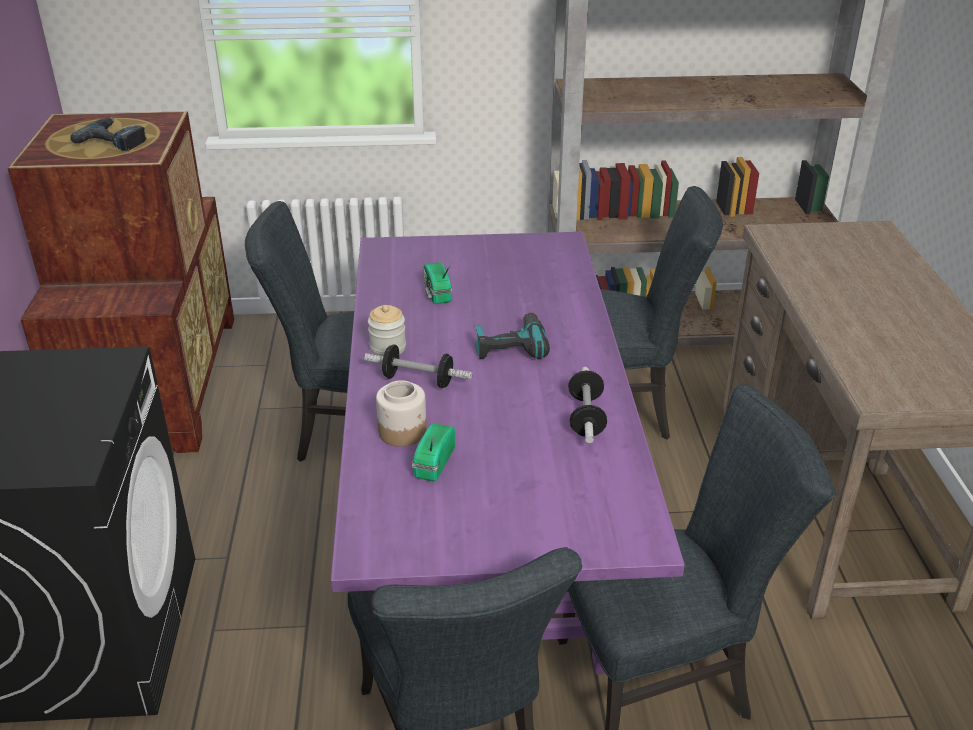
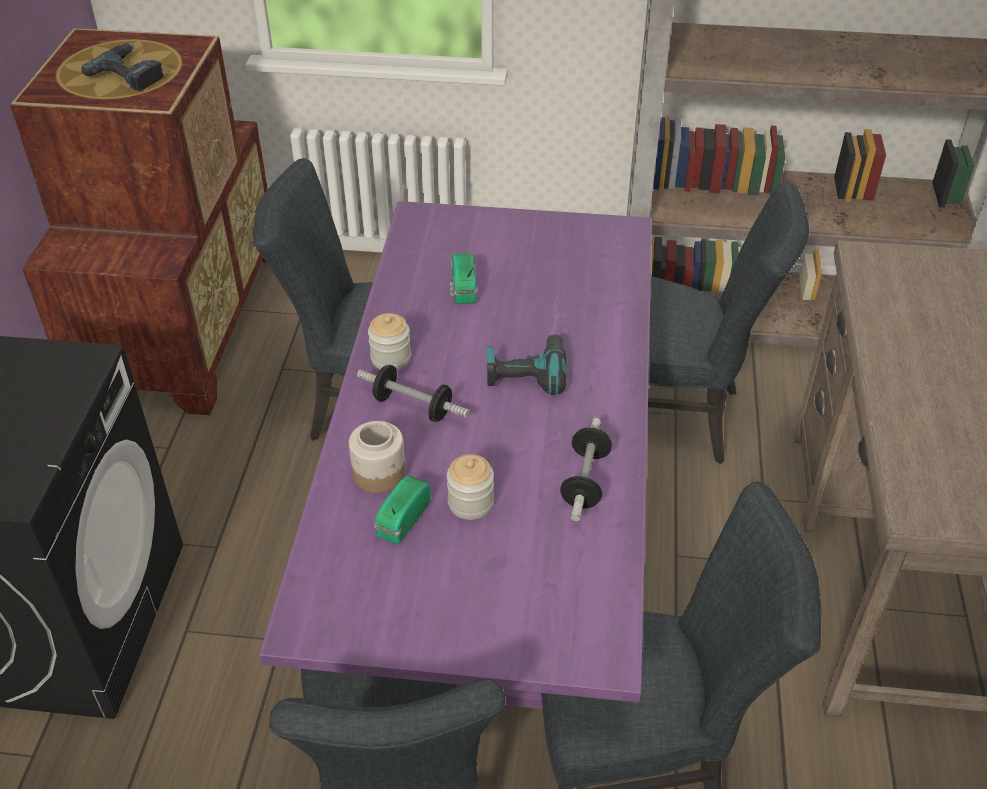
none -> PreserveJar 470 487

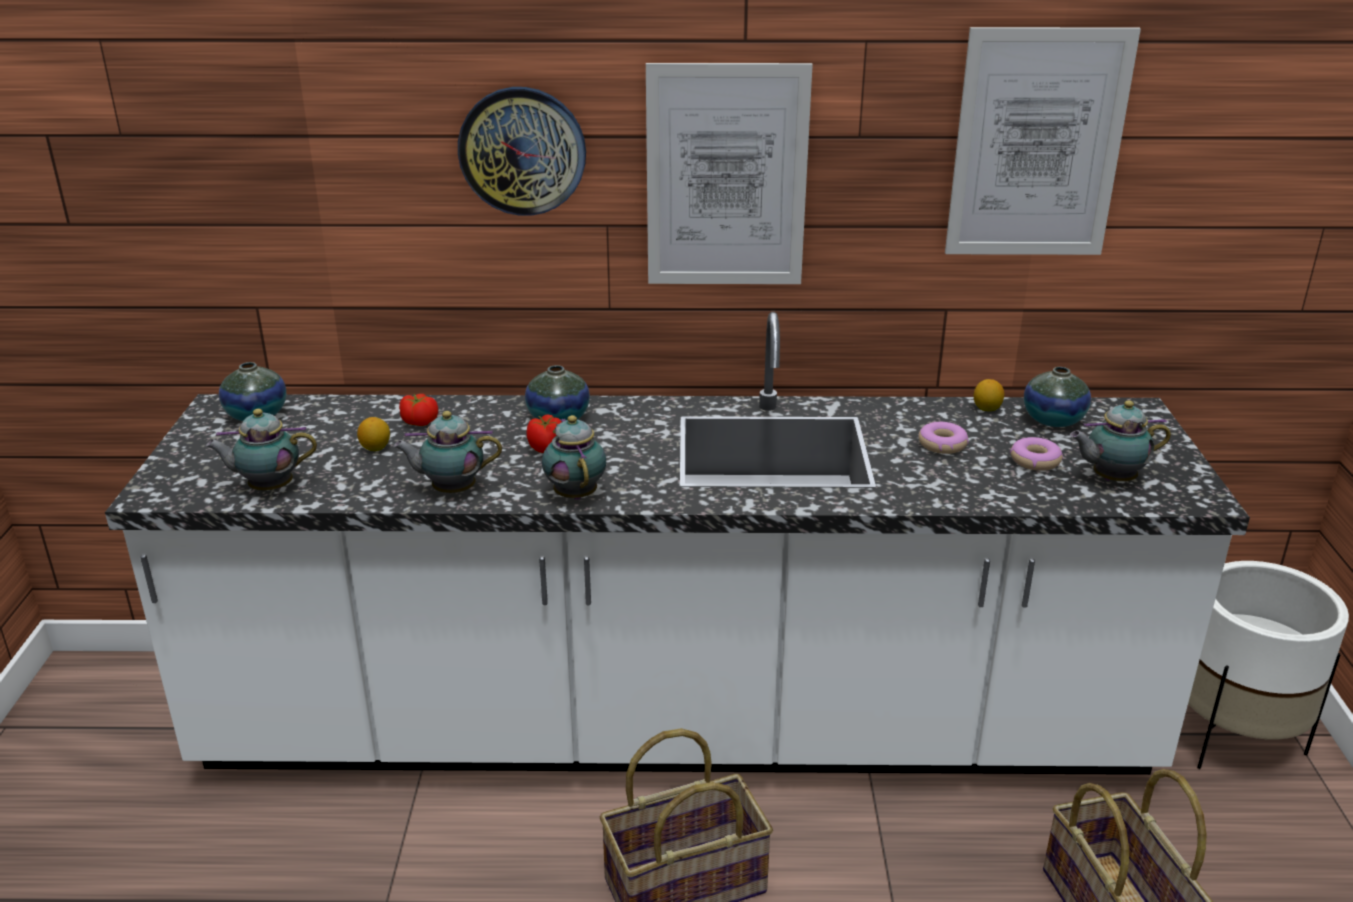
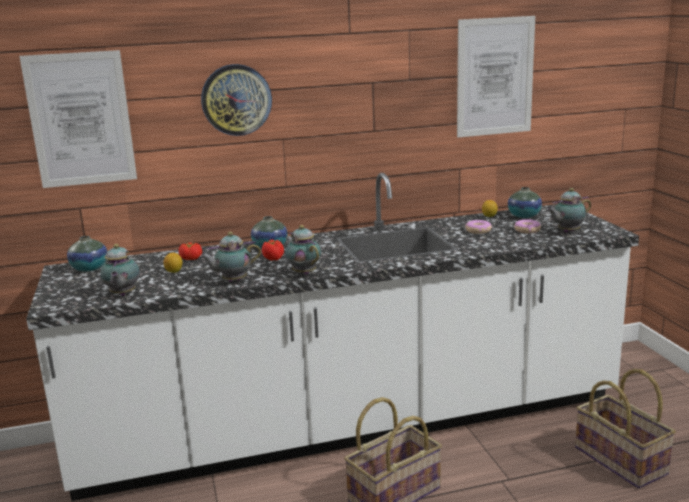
Picture 729 173 -> Picture 78 119, shifted
Teapot 261 449 -> Teapot 120 270, 75 degrees counterclockwise
WhiteColouredFlowerPot 1268 665 -> none

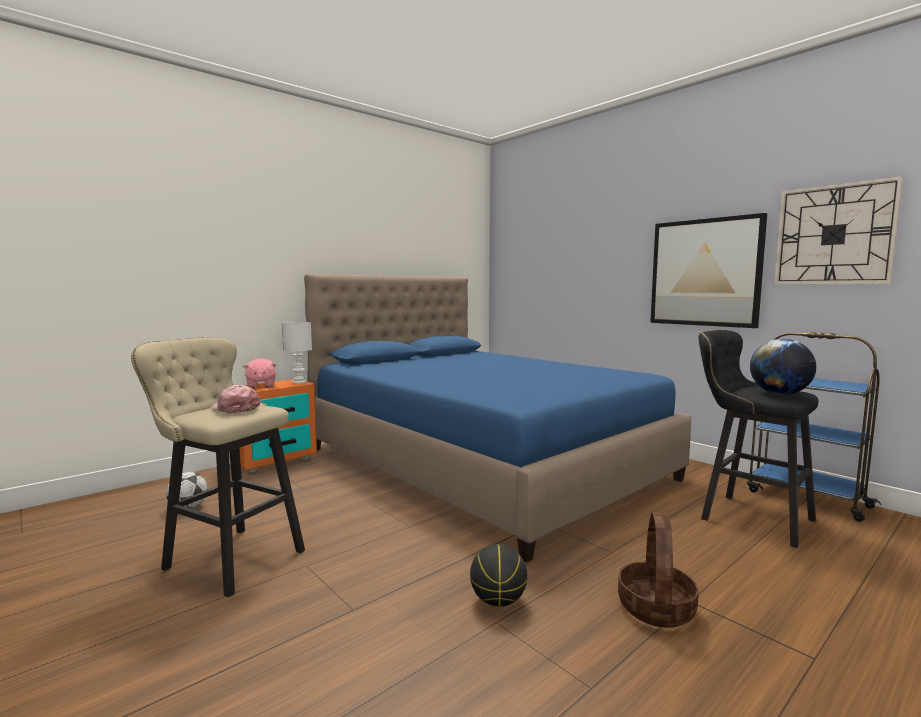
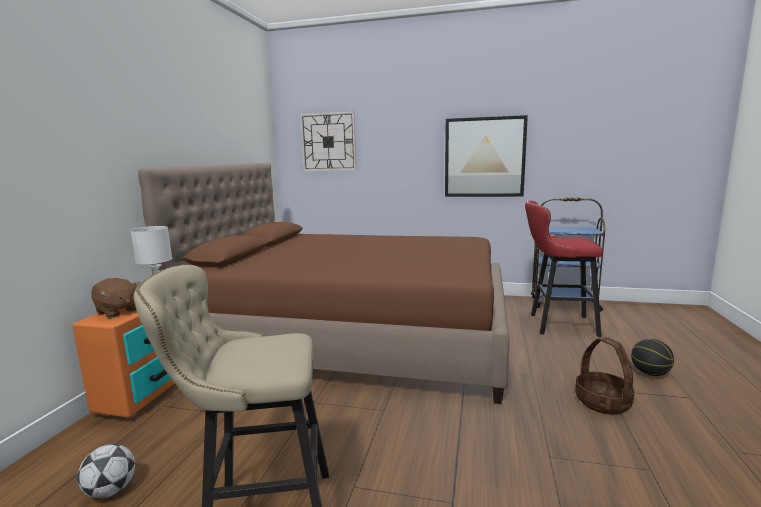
PinkishPlushToy 259 373 -> BrownColouredPlushToy 115 298
BluishBed 497 418 -> BrownColouredBed 324 283
ClockOnTheWall 839 230 -> ClockOnTheWall 328 141, shifted
BlackishSittingStool 758 438 -> RedSittingStool 564 268
Basketball 498 575 -> Basketball 652 357, shifted
PinkishCap 235 399 -> none
Globe 783 367 -> none

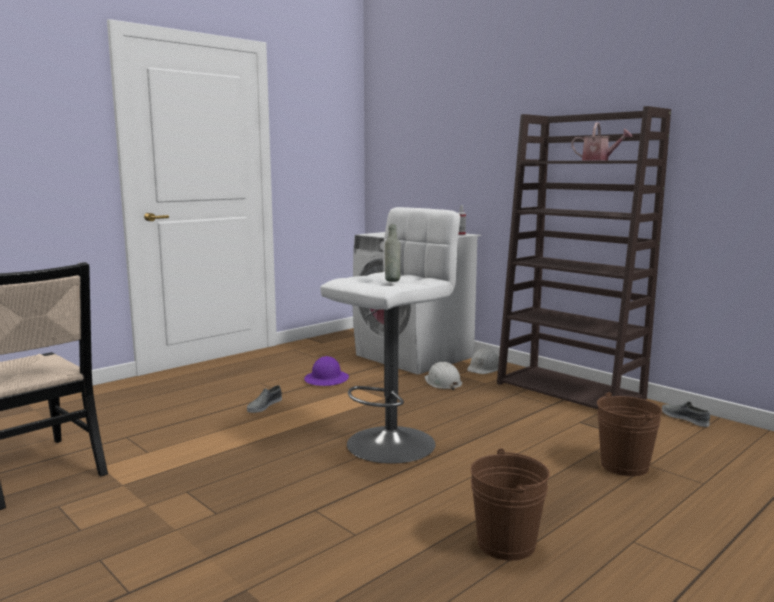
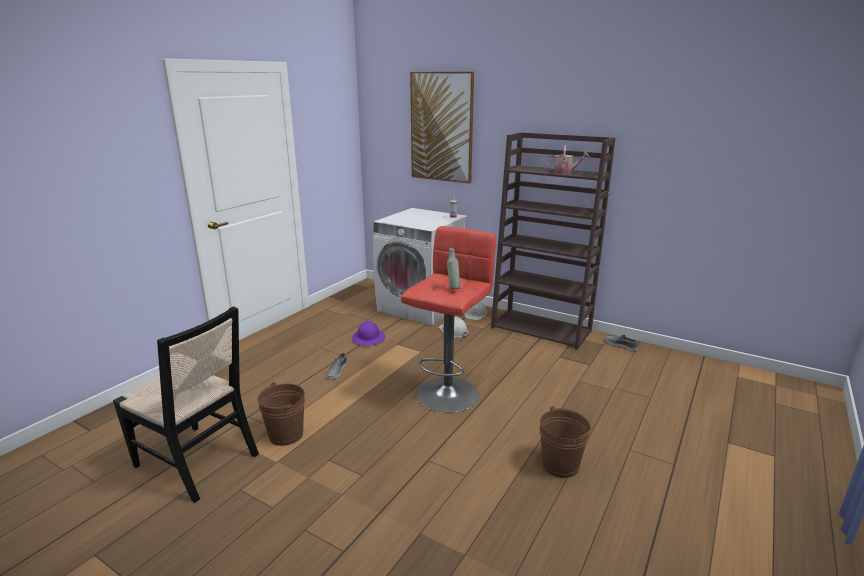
BrownColouredBucket 629 434 -> BrownColouredBucket 281 414, shifted
WhiteColouredSittingStool 390 335 -> RedSittingStool 448 319
none -> Picture 442 127

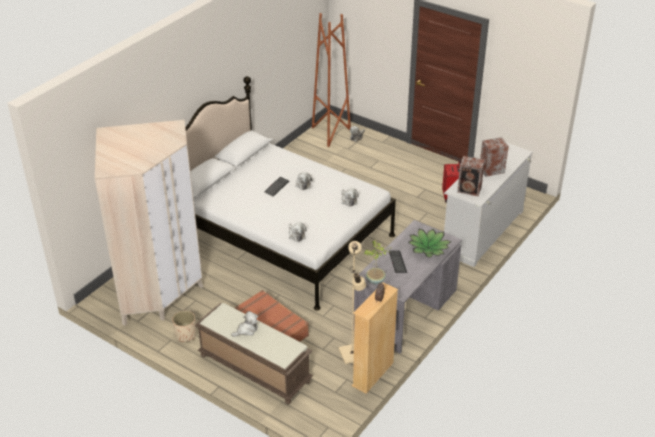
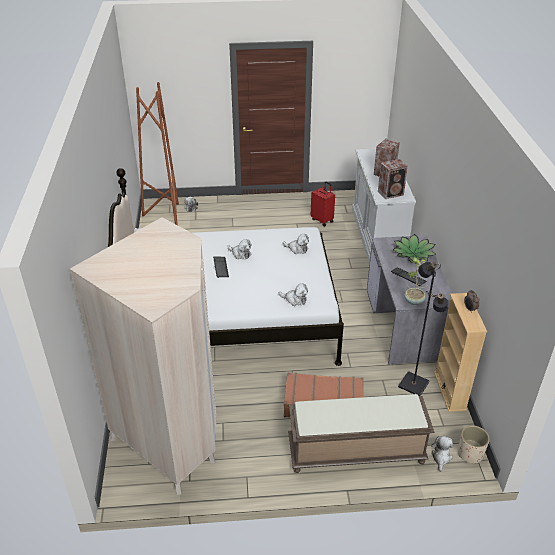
BeigeColouredFloorLamp 352 302 -> BlackishFloorLamp 423 329
PlushToy 244 324 -> PlushToy 442 454, shifted
BeigeColouredFlowerPot 184 326 -> BeigeColouredFlowerPot 474 444, shifted

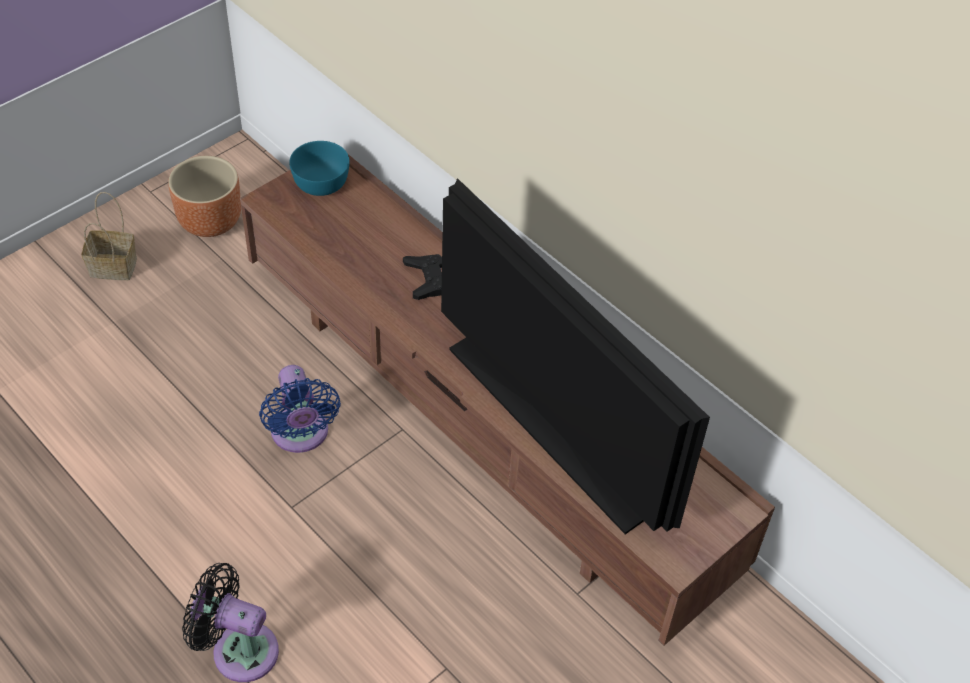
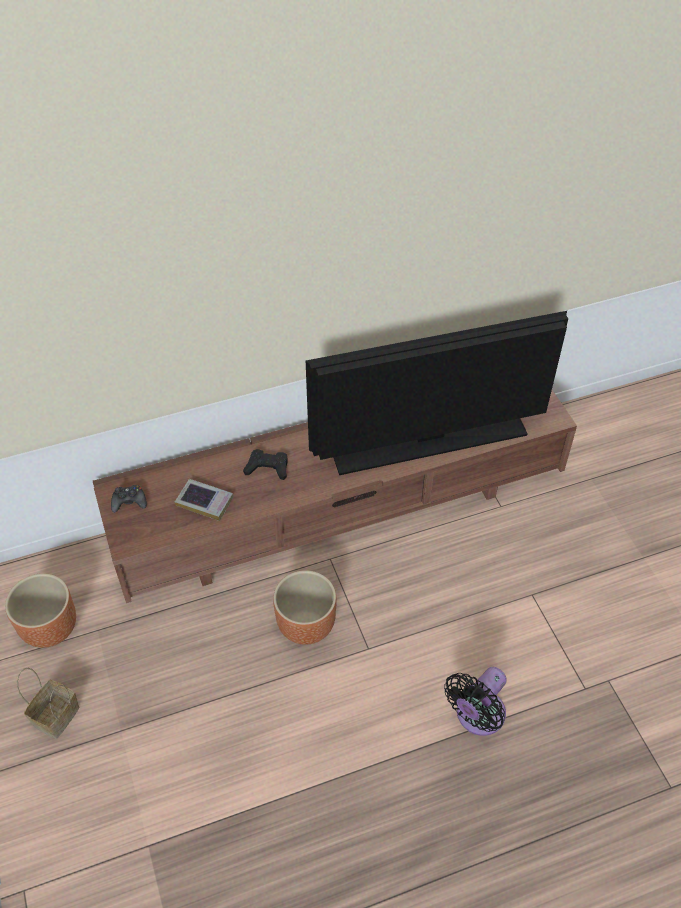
TurquoiseDeepDish 319 168 -> BlackishGamepad 129 499
none -> BoundBook 204 500
BluishFan 300 409 -> BrownColouredFlowerPot 305 607

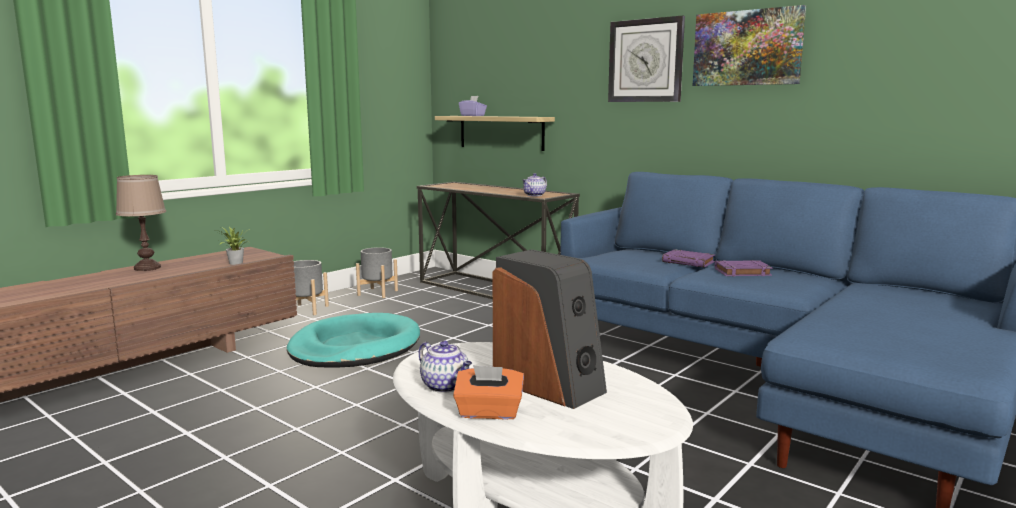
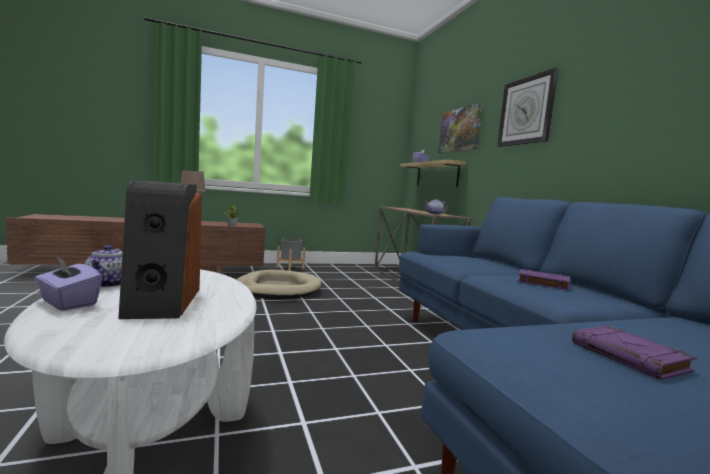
OrangeyTissueBox 488 392 -> PurpleTissueBox 68 284
TurquoisePetBed 353 340 -> BeigeColouredPetBed 278 284
Picture 749 45 -> Picture 460 128, shifted
PurpleBoundBook 688 258 -> PurpleBoundBook 634 353, shifted
GreyishFlowerPot 377 272 -> none

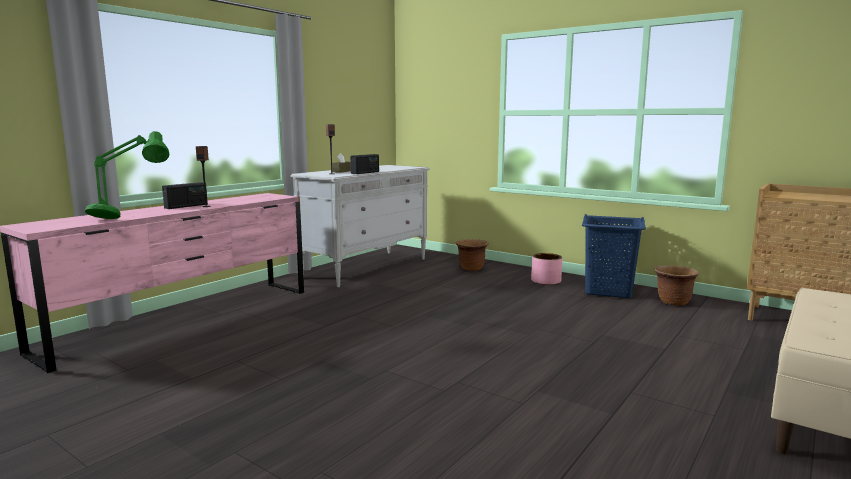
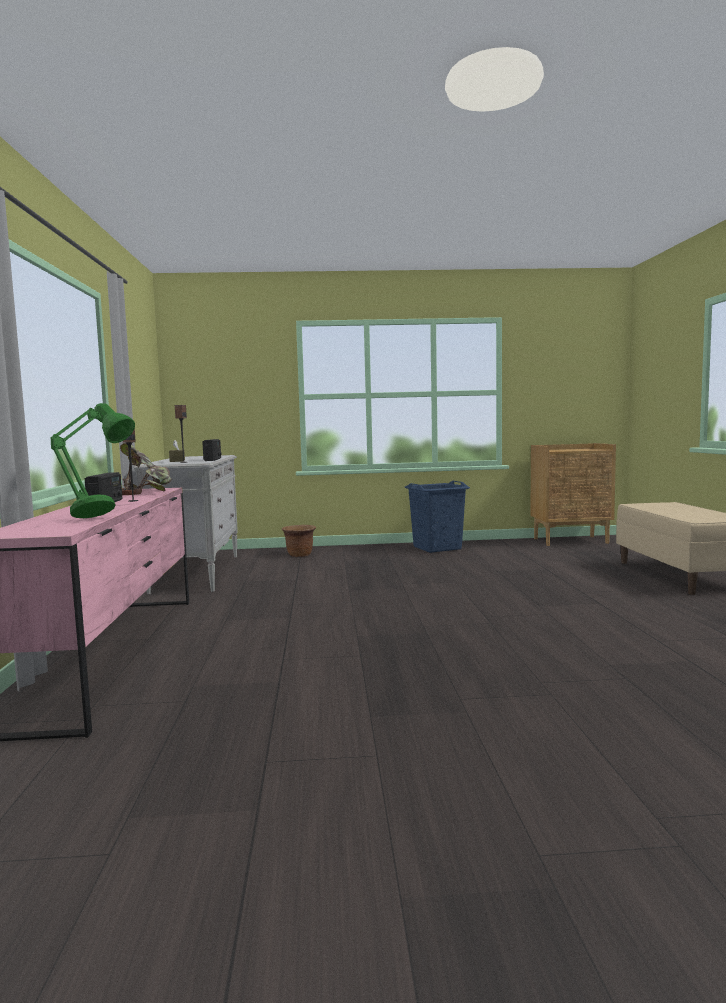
none -> Houseplant 146 469
PinkishFlowerPot 546 269 -> none
BrownColouredFlowerPot 676 286 -> none

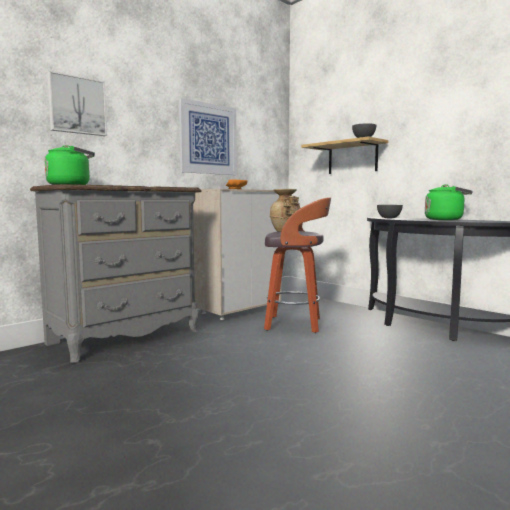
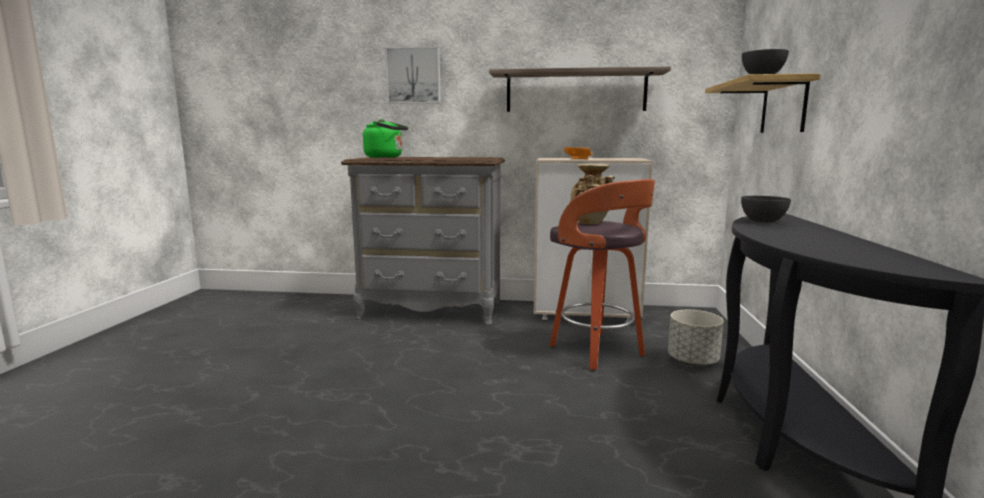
Picture 208 136 -> BracketShelf 580 89
none -> GreyishFlowerPot 696 338
GreenTeaKettle 449 202 -> none

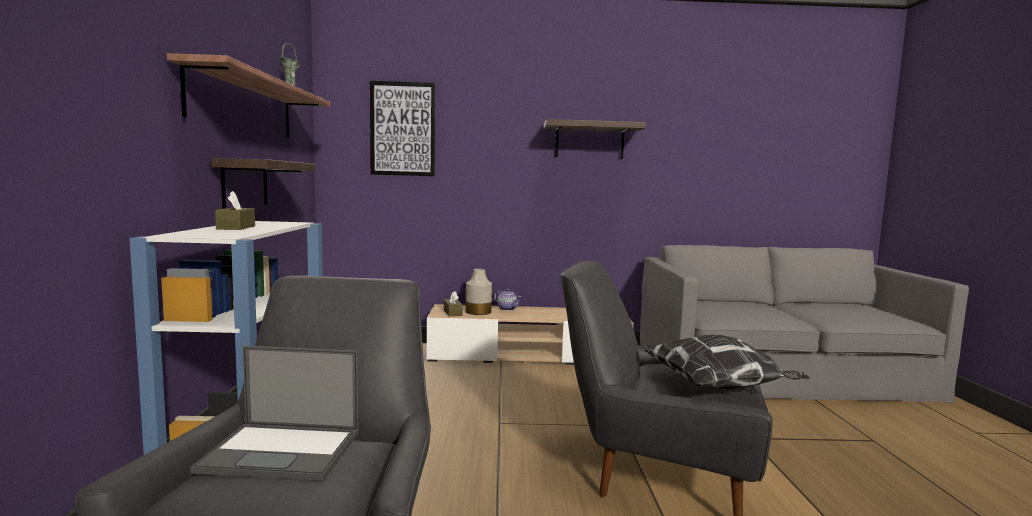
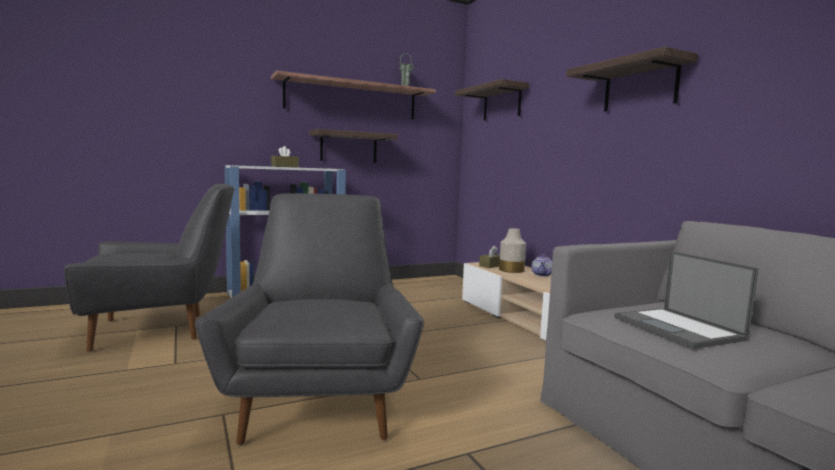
Picture 403 128 -> BracketShelf 492 100
Laptop 274 413 -> Laptop 686 300, shifted
Pillow 726 362 -> none

